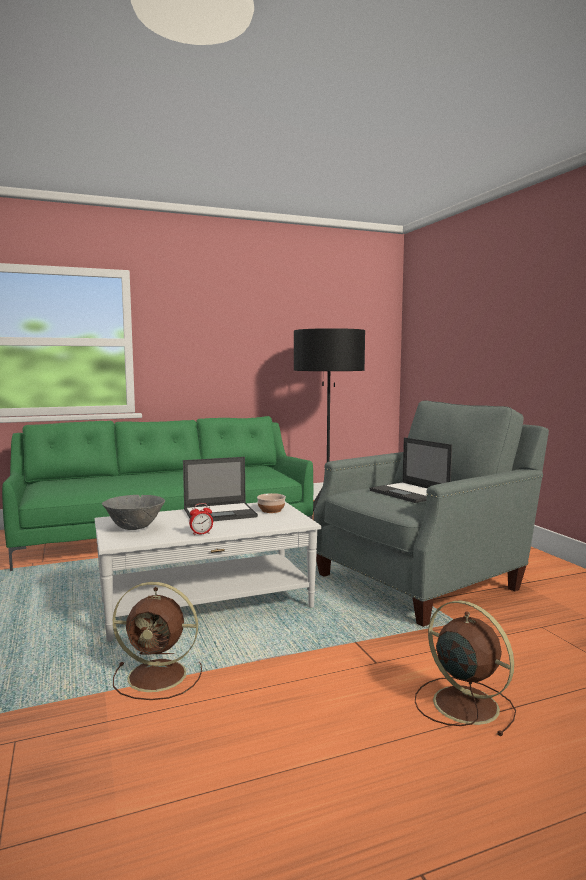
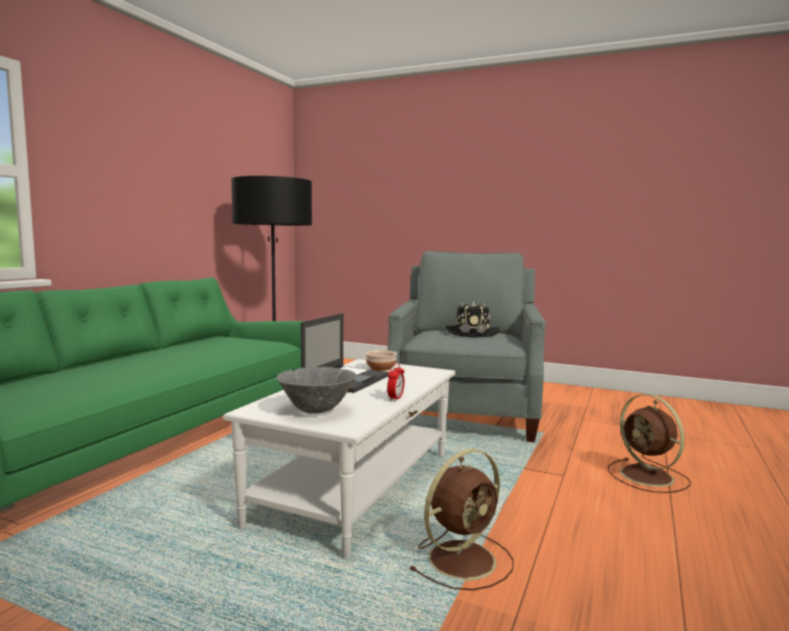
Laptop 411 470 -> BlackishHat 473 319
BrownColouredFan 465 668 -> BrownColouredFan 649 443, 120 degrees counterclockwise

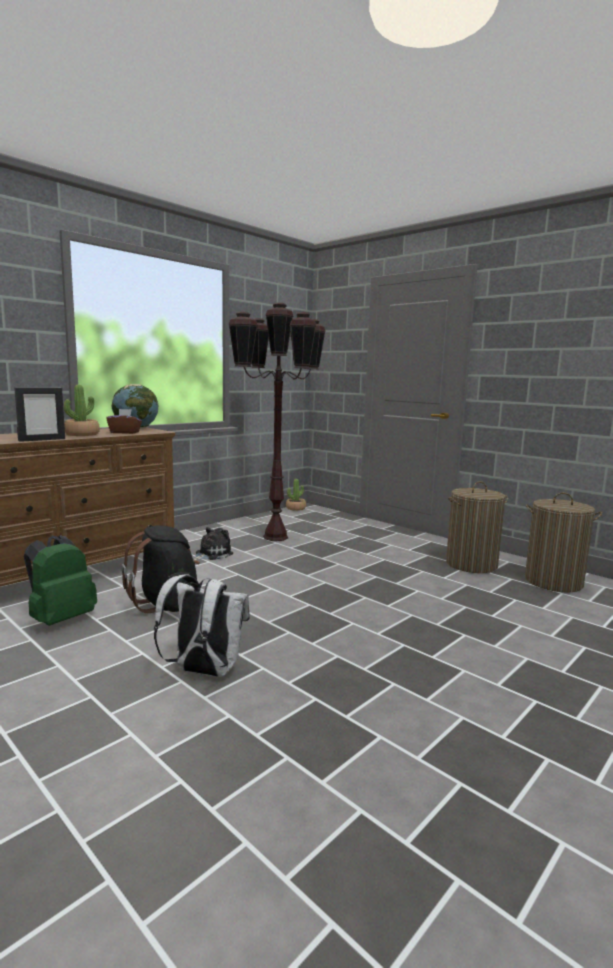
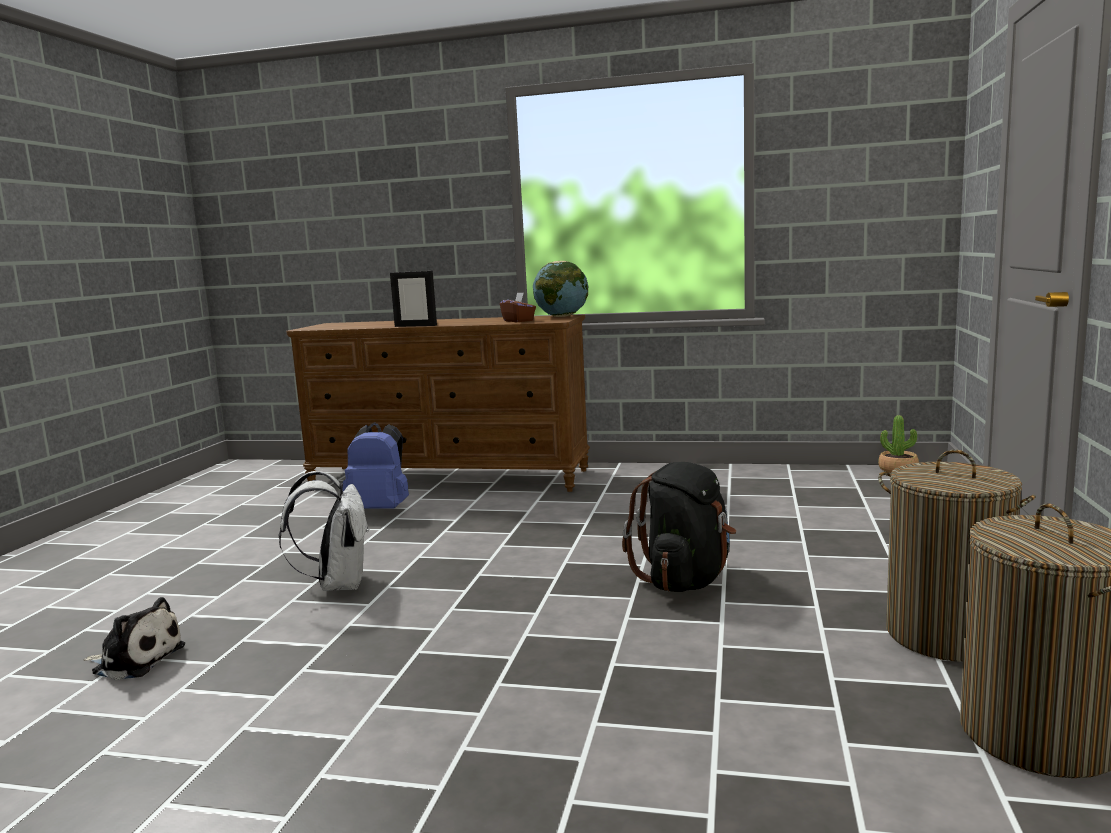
PlushToy 213 543 -> PlushToy 134 638, shifted
GreenRucksack 60 580 -> BluishRucksack 375 465
BlackishRucksack 160 569 -> BlackishRucksack 679 527, shifted
Houseplant 82 410 -> none
BrownColouredFloorLamp 277 421 -> none

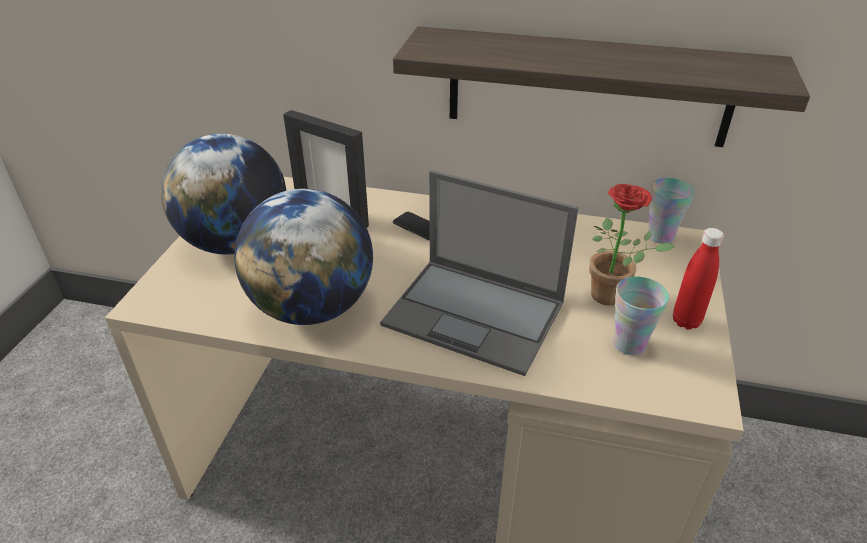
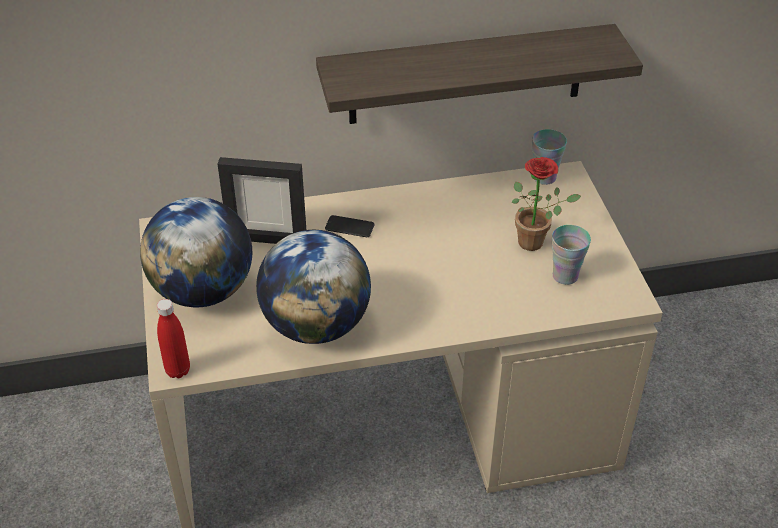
RedBeverageBottle 698 279 -> RedBeverageBottle 173 338, shifted
Laptop 479 273 -> none

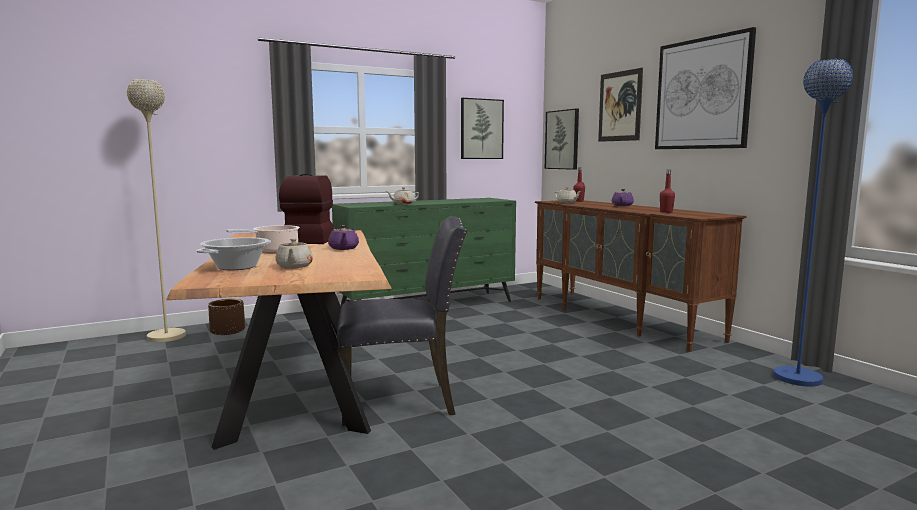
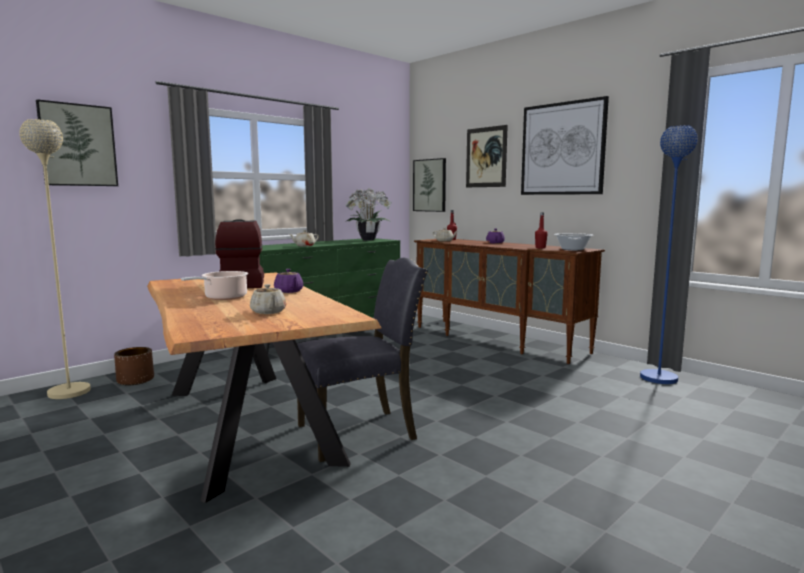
Picture 482 128 -> Picture 77 142, shifted
none -> Houseplant 368 214
Stockpot 234 253 -> Stockpot 574 241, shifted

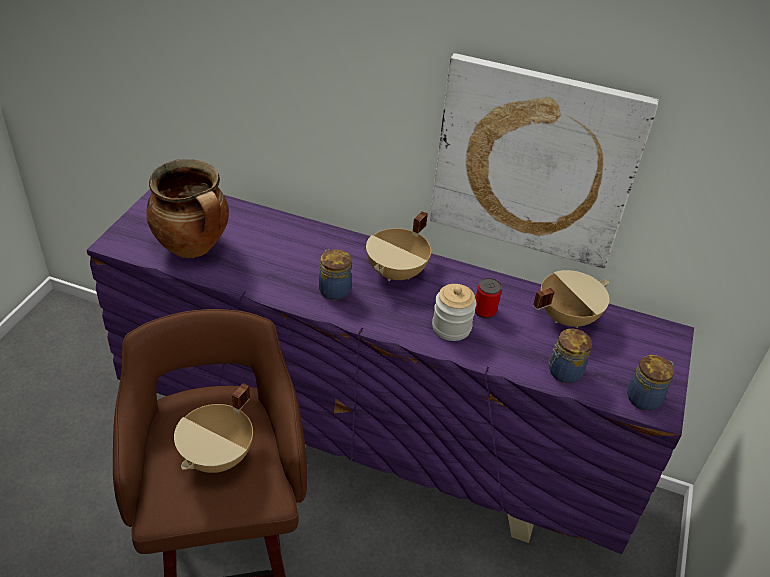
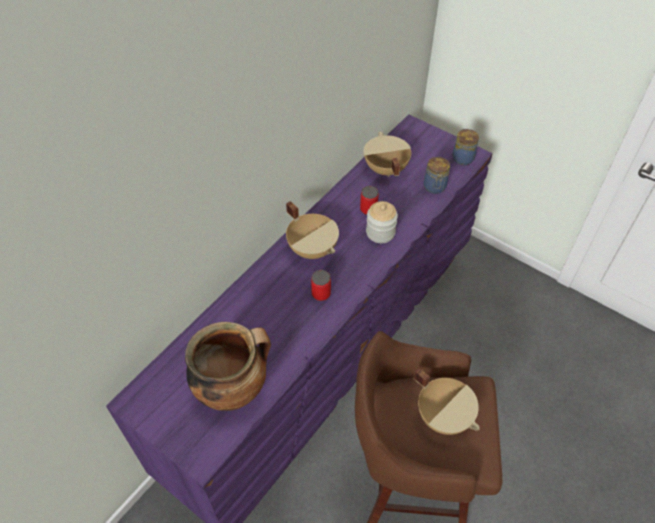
PreserveJar 335 274 -> Can 321 285
Picture 544 160 -> none

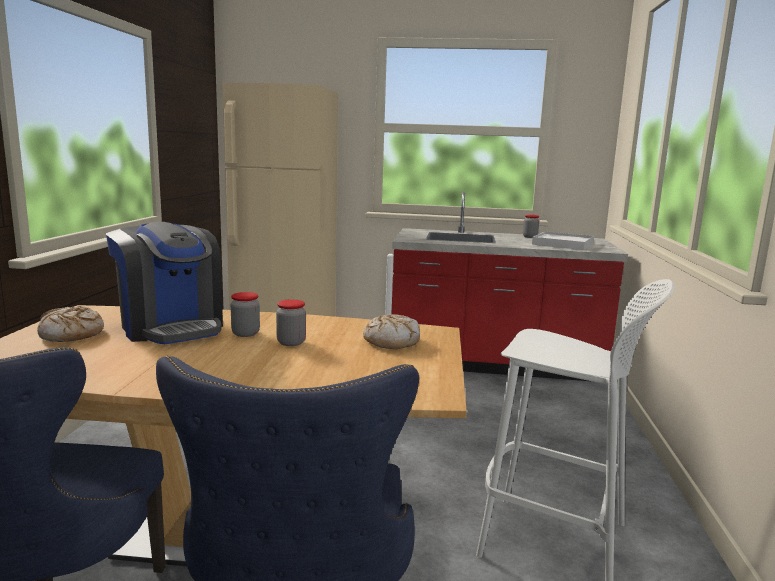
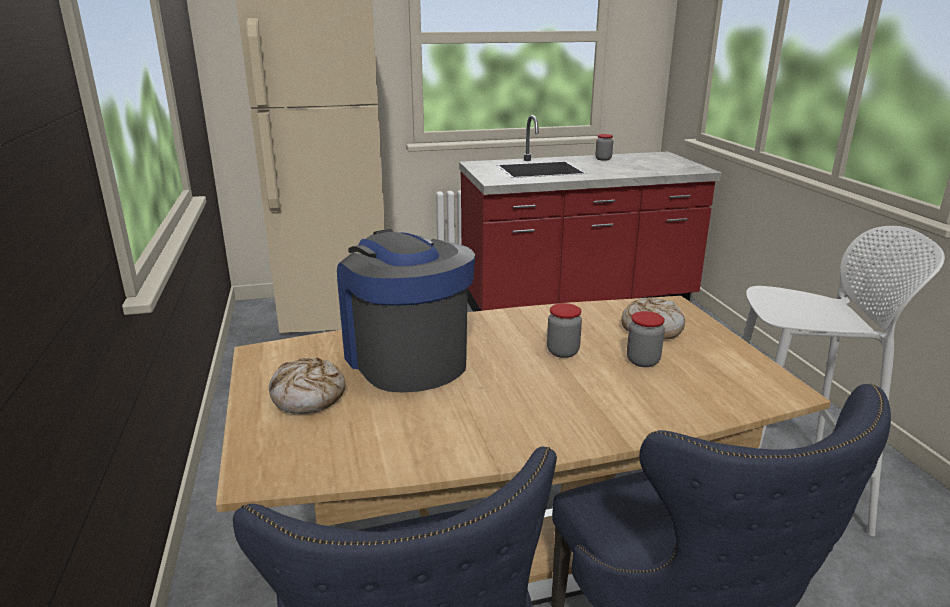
CoffeeBrewer 164 283 -> CoffeeBrewer 406 310, 150 degrees counterclockwise
PreserveJar 245 314 -> PreserveJar 646 339, shifted
WhiteColouredCarryingTray 563 240 -> none

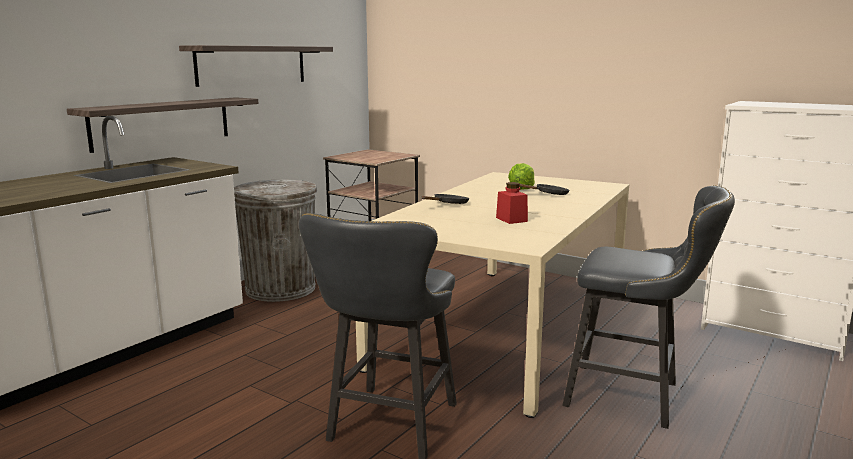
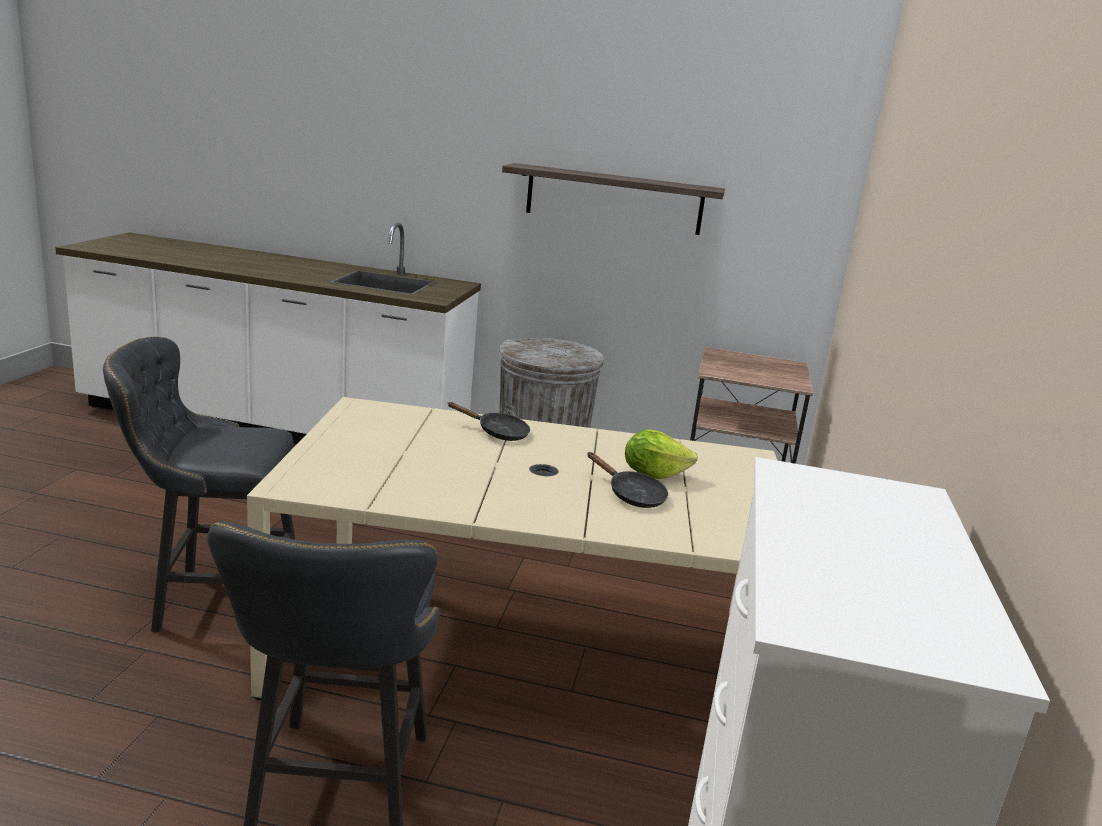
BracketShelf 163 125 -> none
RedPreserveJar 512 203 -> none

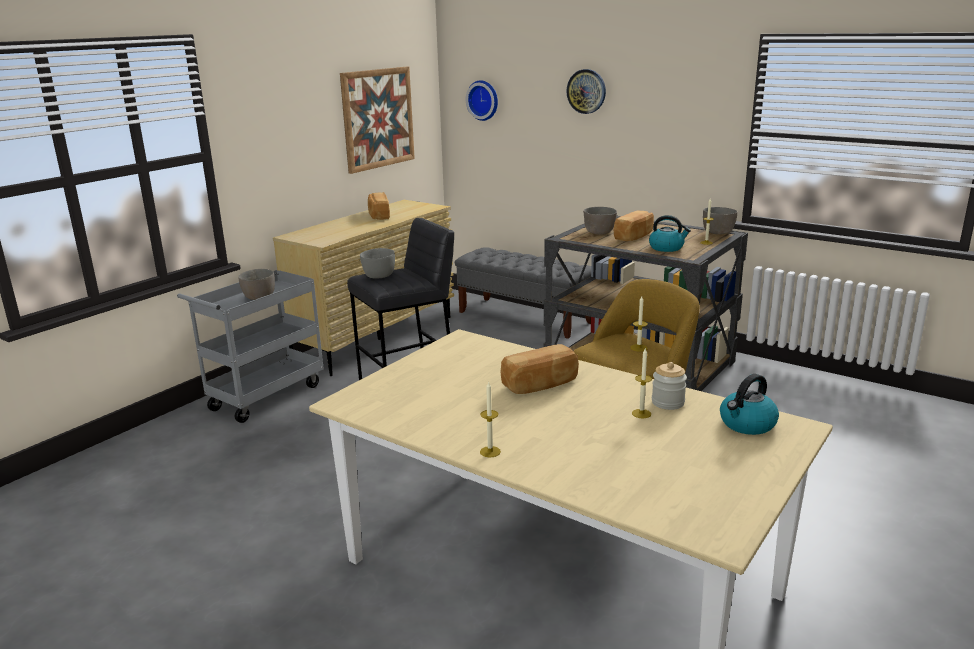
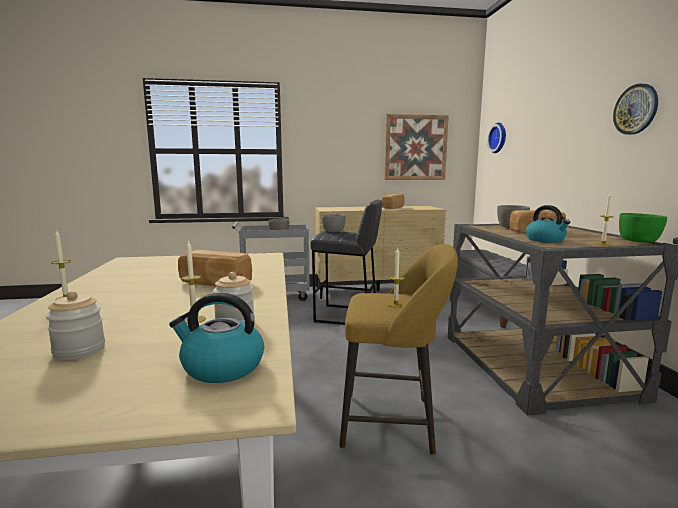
none -> PreserveJar 75 325
ClockOnTheWall 586 91 -> ClockOnTheWall 635 109, shifted
GreyishDeepDish 720 221 -> GreenDeepDish 643 227

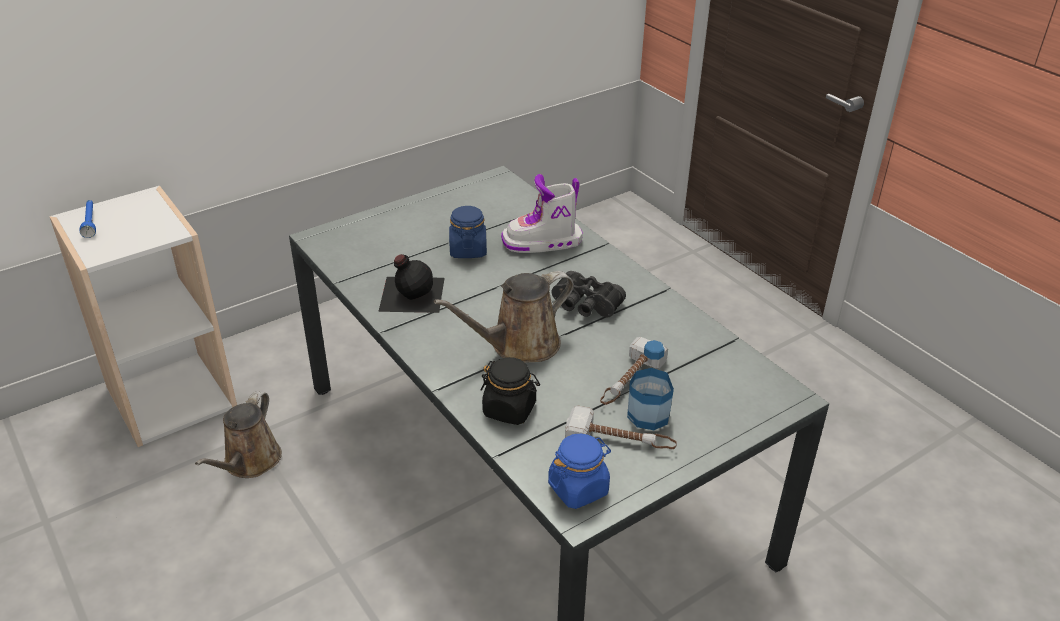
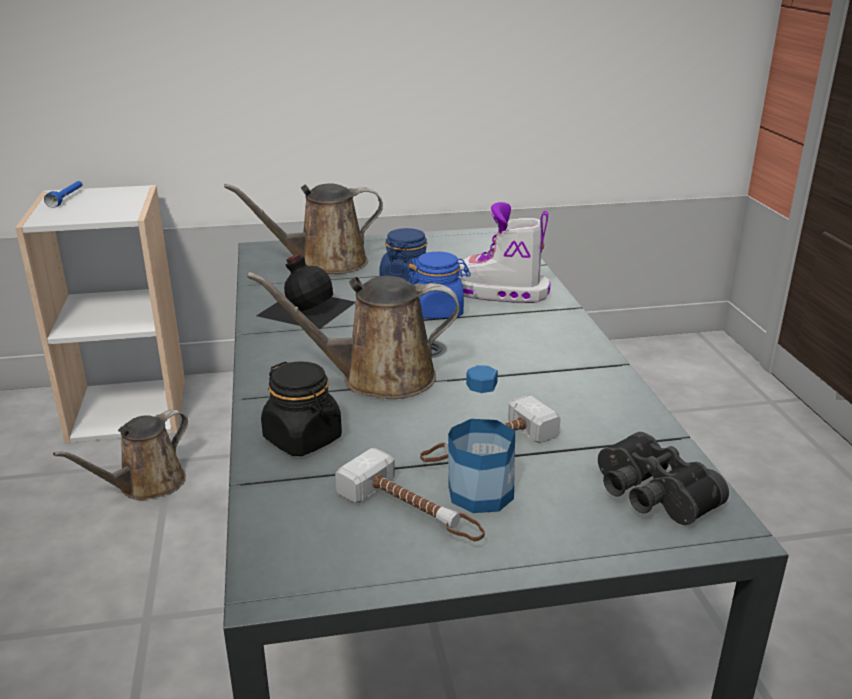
none -> BrownColouredSprinklingCan 303 228
BluishPreserveJar 579 471 -> BluishPreserveJar 439 285, shifted
BlackishPairOfBinoculars 588 294 -> BlackishPairOfBinoculars 663 478, shifted

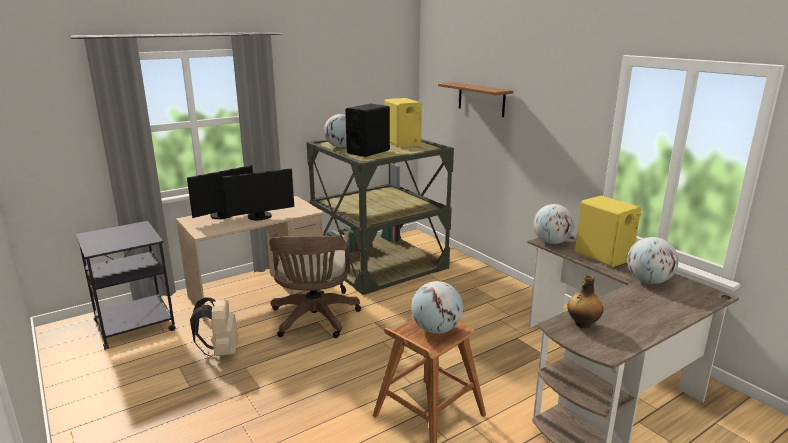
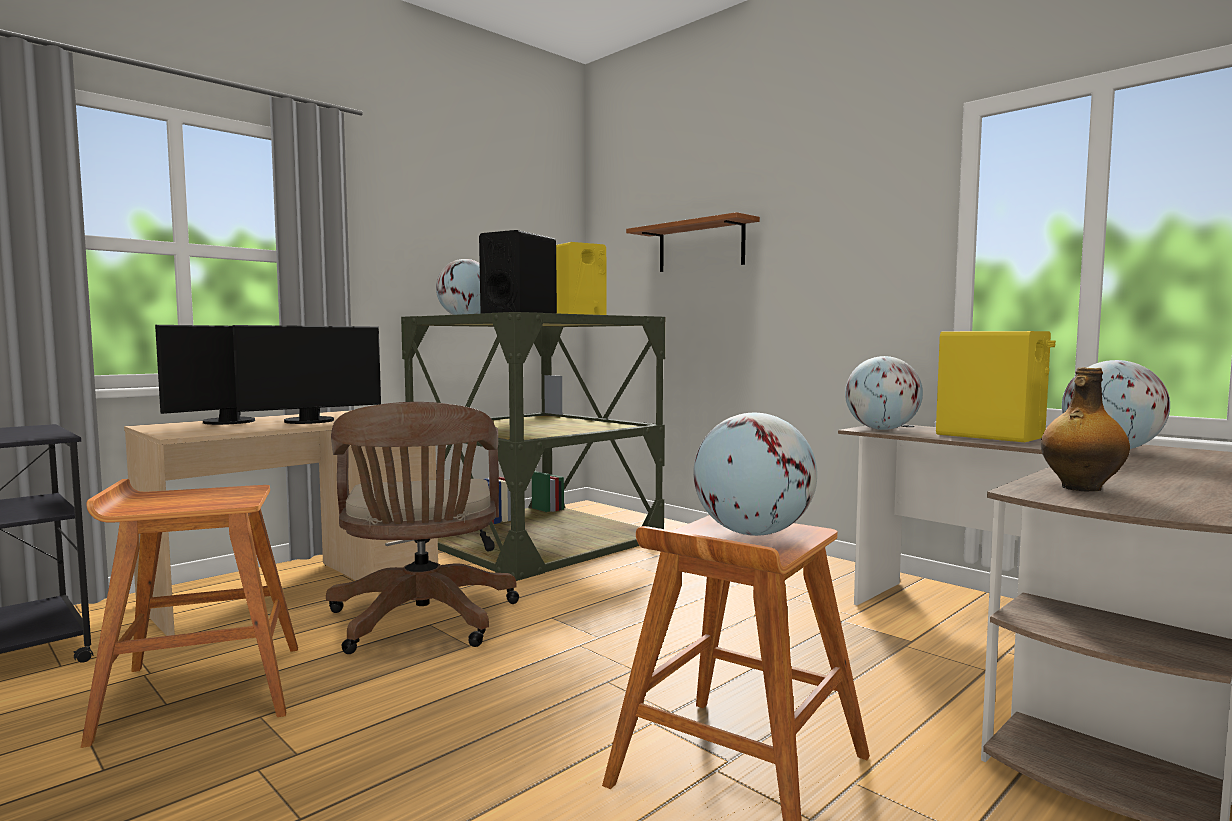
BeigeColouredRucksack 214 327 -> BrownColouredSittingStool 189 613

